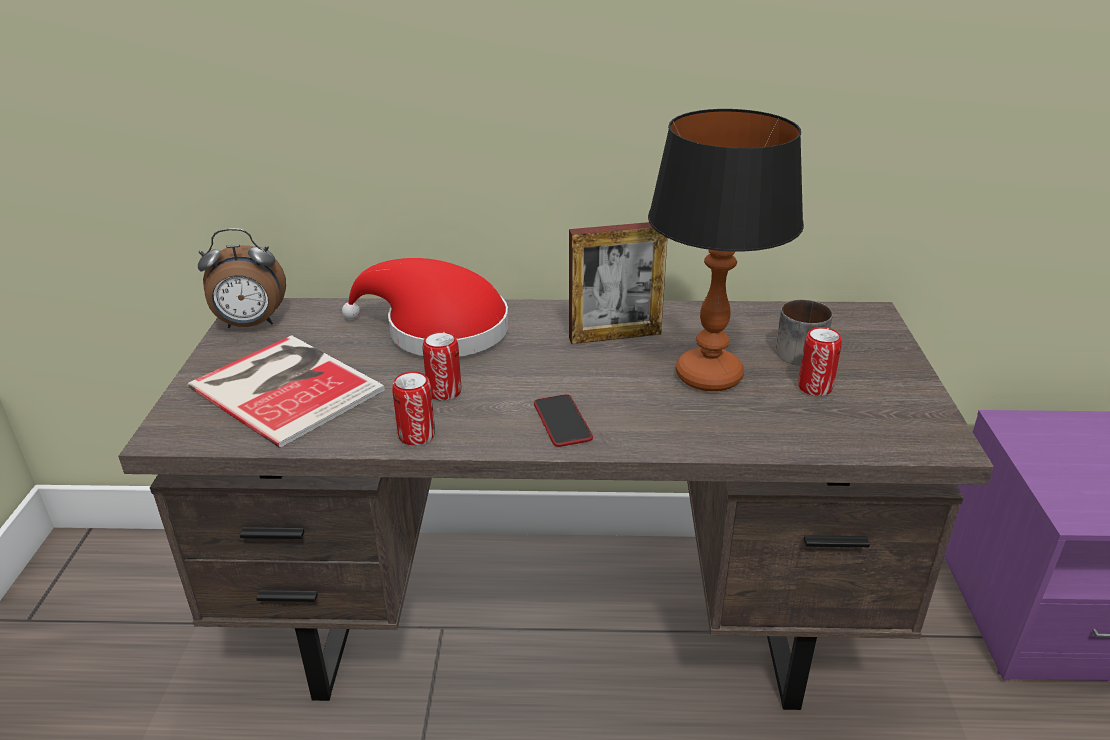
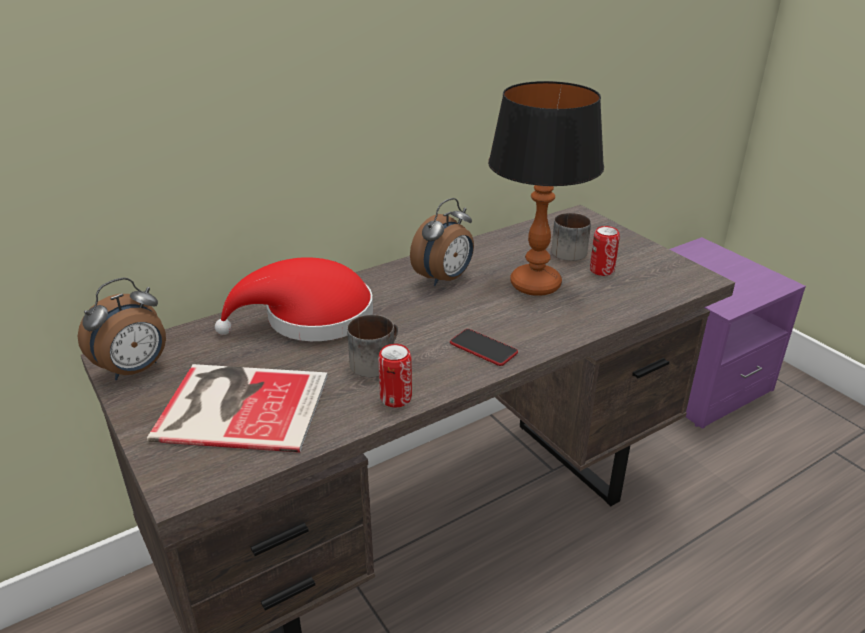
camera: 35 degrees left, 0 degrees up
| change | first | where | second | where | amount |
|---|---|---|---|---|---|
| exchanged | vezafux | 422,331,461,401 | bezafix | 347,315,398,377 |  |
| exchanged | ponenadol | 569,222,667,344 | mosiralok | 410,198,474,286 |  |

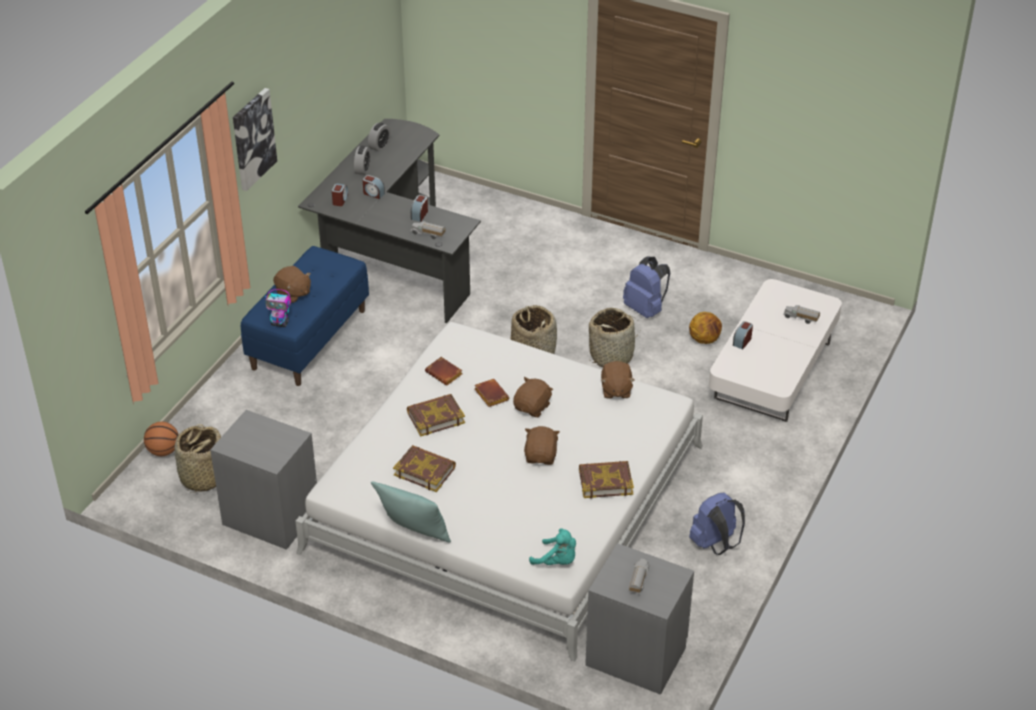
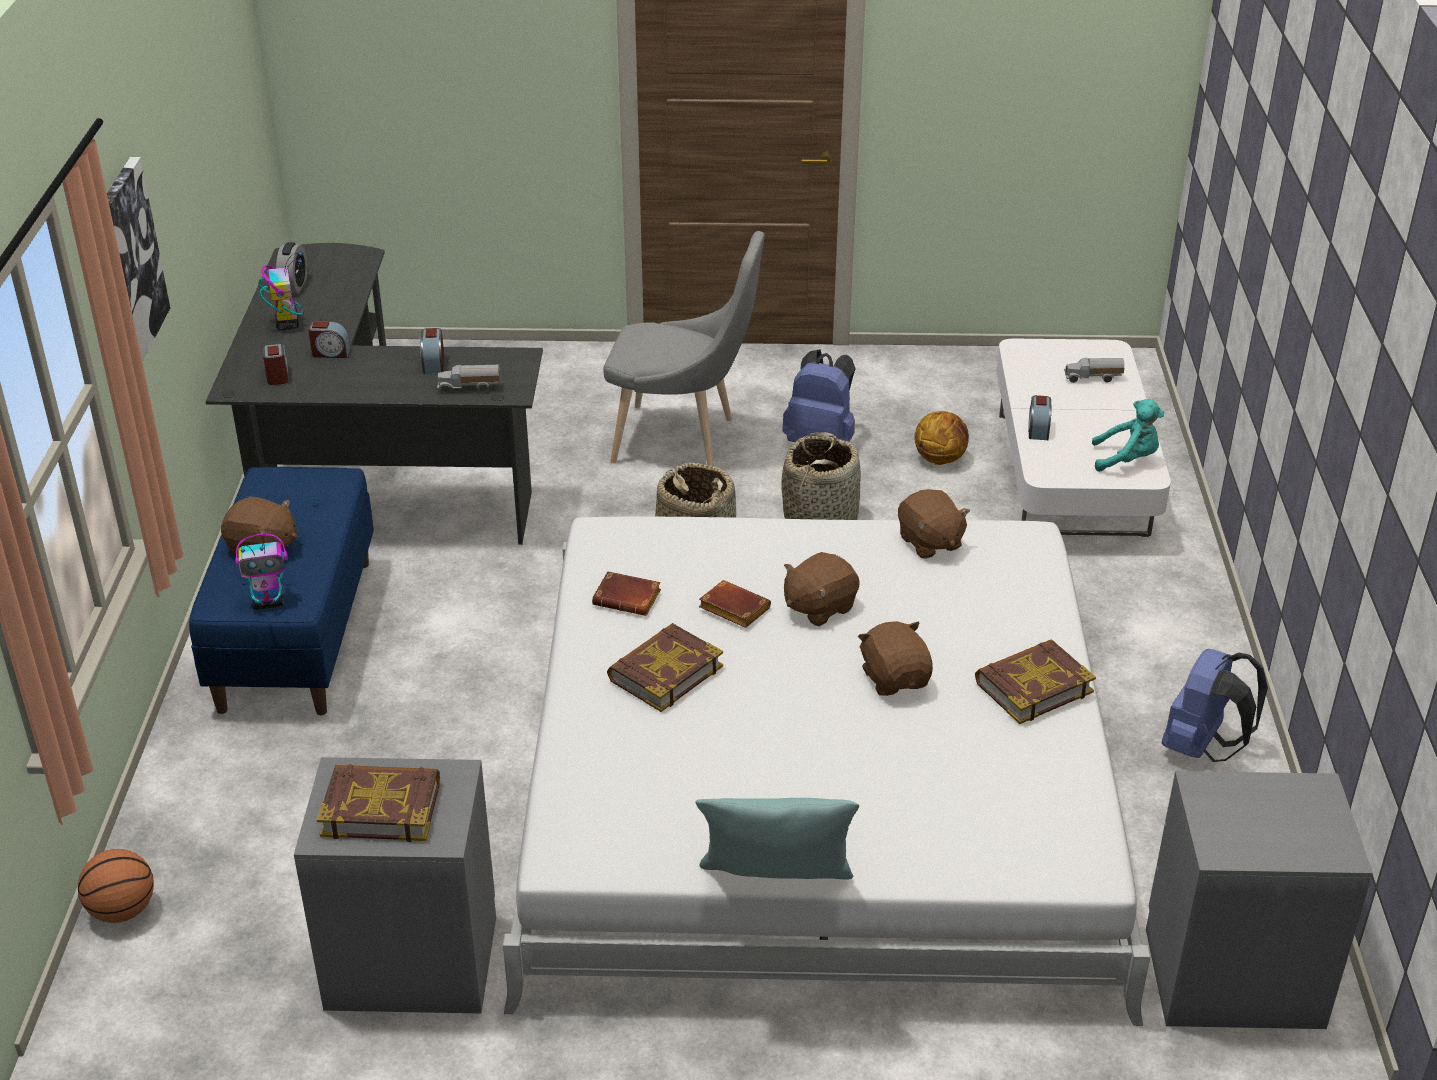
camera: 25 degrees left, 5 degrees down
| change | first | where | second | where | amount |
|---|---|---|---|---|---|
| missing | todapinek | 174,424,221,493 |  |  |  |
| exchanged | mosiralok | 354,146,371,175 | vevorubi | 258,252,304,330 |  |
| relocated | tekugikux | 393,445,456,492 |  | 317,764,440,842 |  |
| spun | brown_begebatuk | 513,377,553,417 |  | 784,552,860,626 | 135 degrees counterclockwise |
| relocated | turquoise_begebatuk | 529,528,576,565 |  | 1092,399,1164,472 |  |
| missing | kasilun | 629,559,650,594 |  |  |  |
| appeared |  |  | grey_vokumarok | 603,231,765,466 |  |

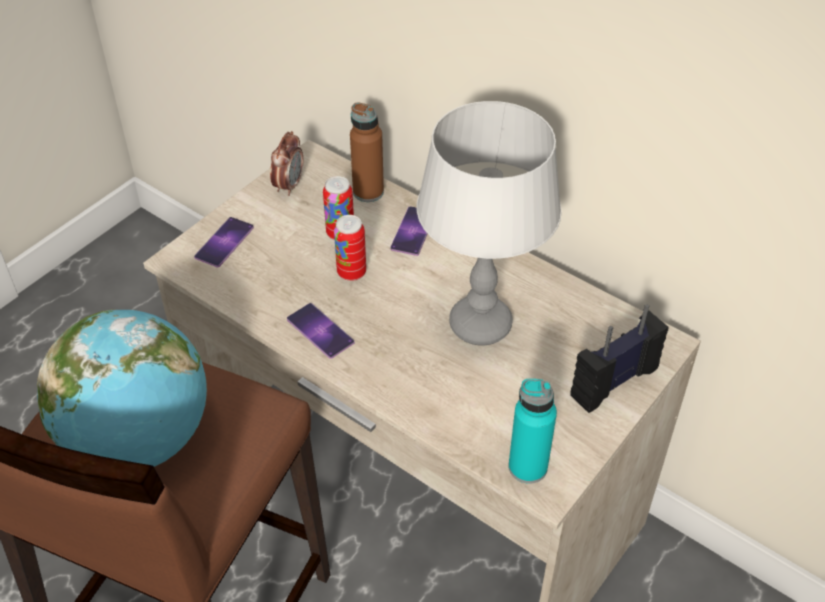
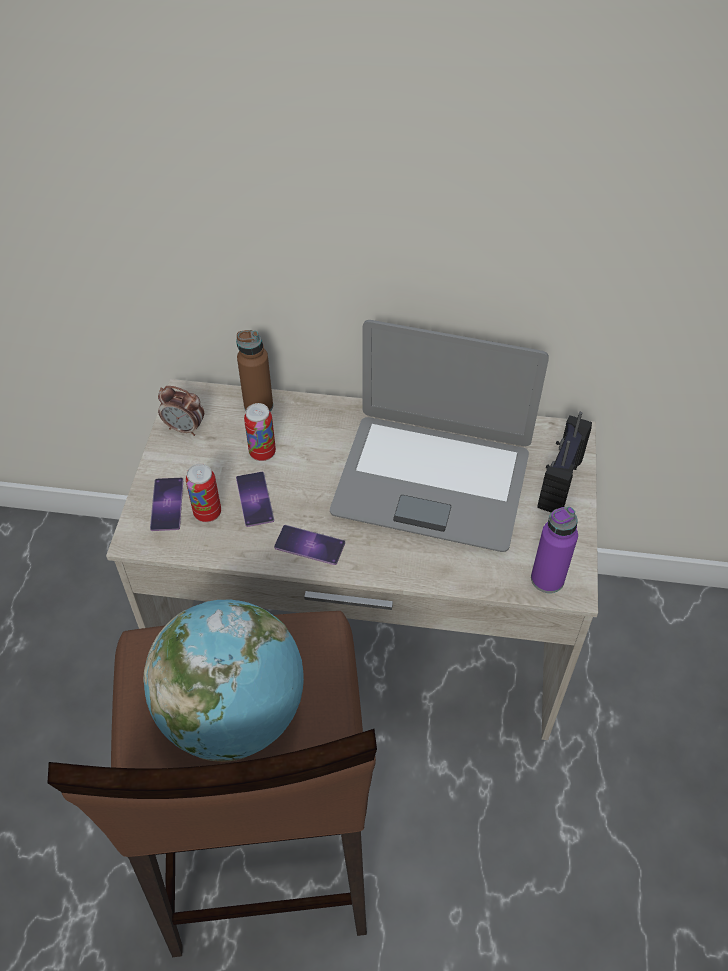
camera: 30 degrees left, 5 degrees up
| change | first | where | second | where | amount |
|---|---|---|---|---|---|
| spun | mosiralok | 270,131,304,196 |  | 158,386,204,436 | 120 degrees clockwise |
| relocated | vezafux | 334,215,366,281 |  | 186,464,221,522 |  |
| relocated | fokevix | 390,206,427,256 |  | 236,472,274,527 |  |
| exchanged | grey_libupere | 417,101,562,345 | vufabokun | 330,320,549,552 |  |
| colour | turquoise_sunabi | 508,379,557,484 | purple_sunabi | 531,507,578,593 |  |

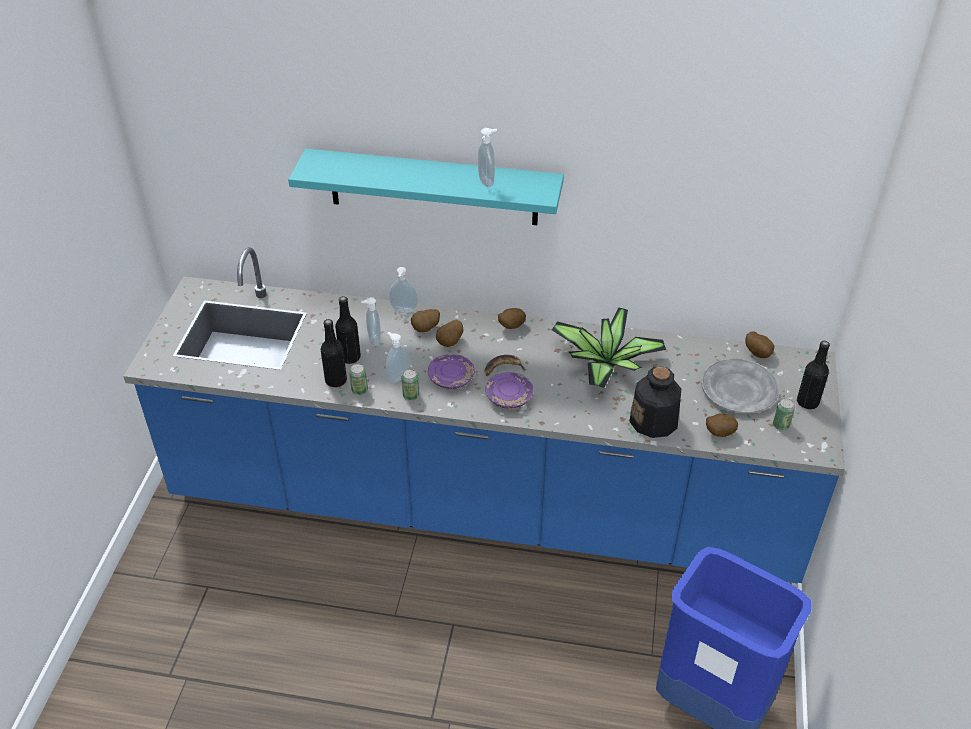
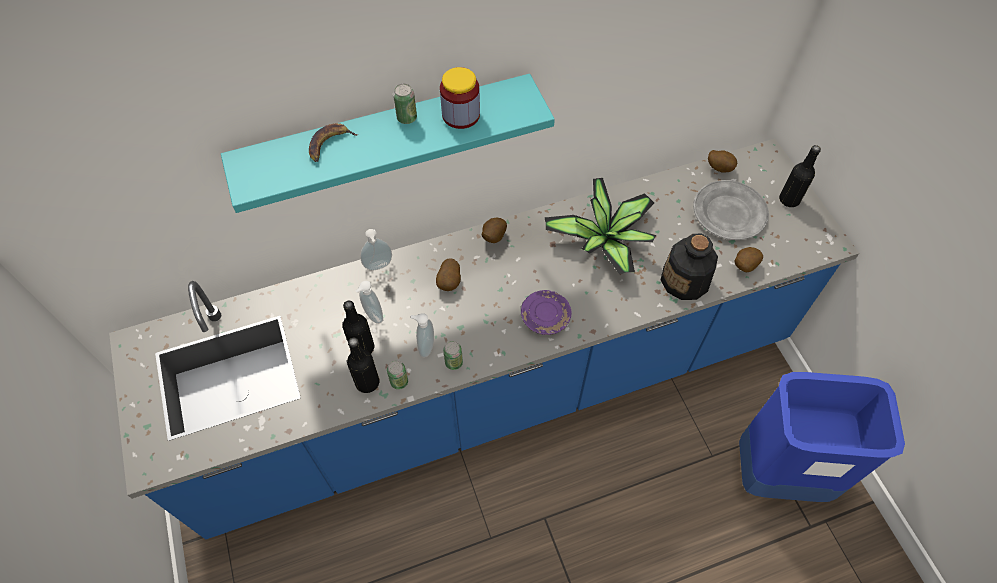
camera: 30 degrees left, 15 degrees up
| change | first | where | second | where | amount |
|---|---|---|---|---|---|
| missing | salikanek | 411,309,440,332 |  |  |  |
| missing | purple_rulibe | 428,354,475,389 |  |  |  |
| exchanged | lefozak | 478,128,497,187 | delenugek | 440,67,480,129 |  |
| relocated | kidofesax | 485,355,526,376 |  | 309,123,359,162 |  |
| relocated | vezafux | 773,398,795,430 |  | 393,84,417,124 |  |

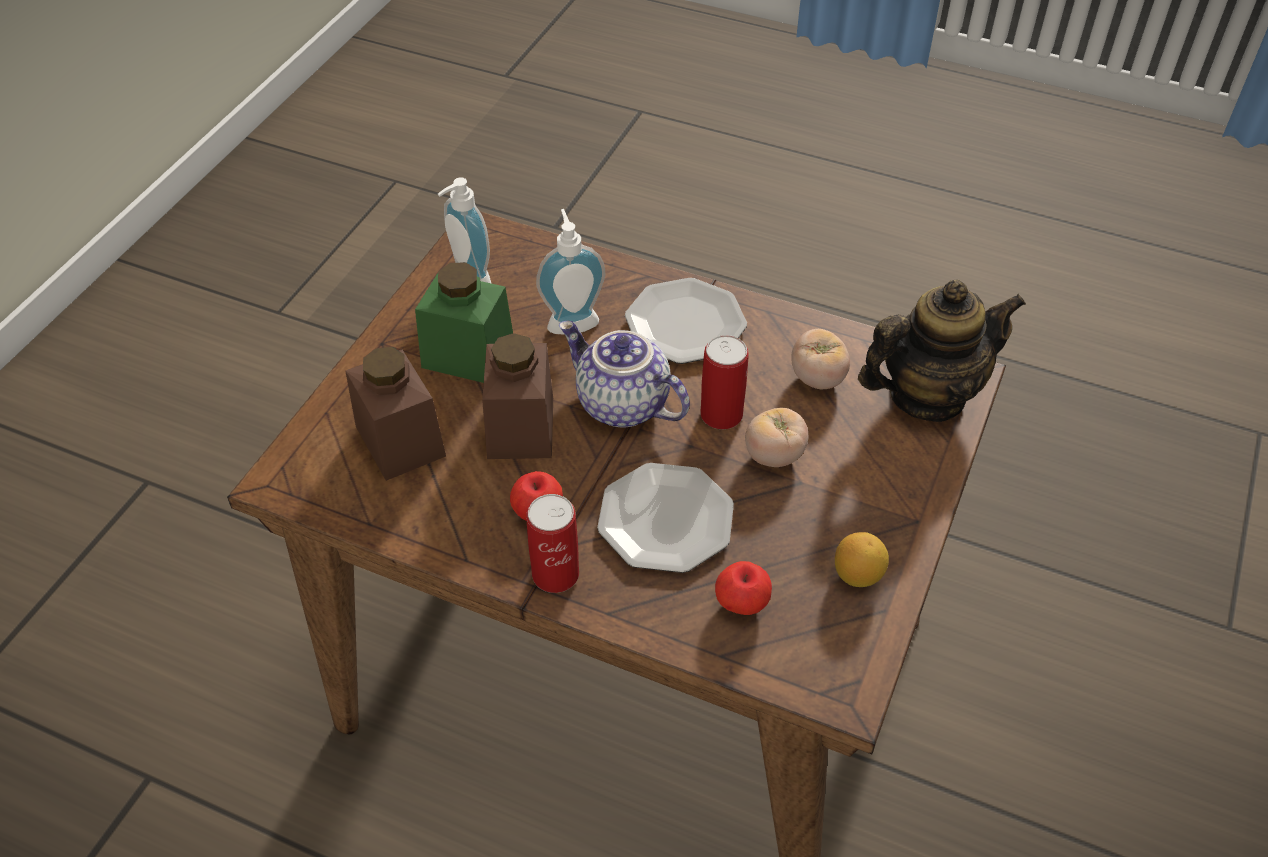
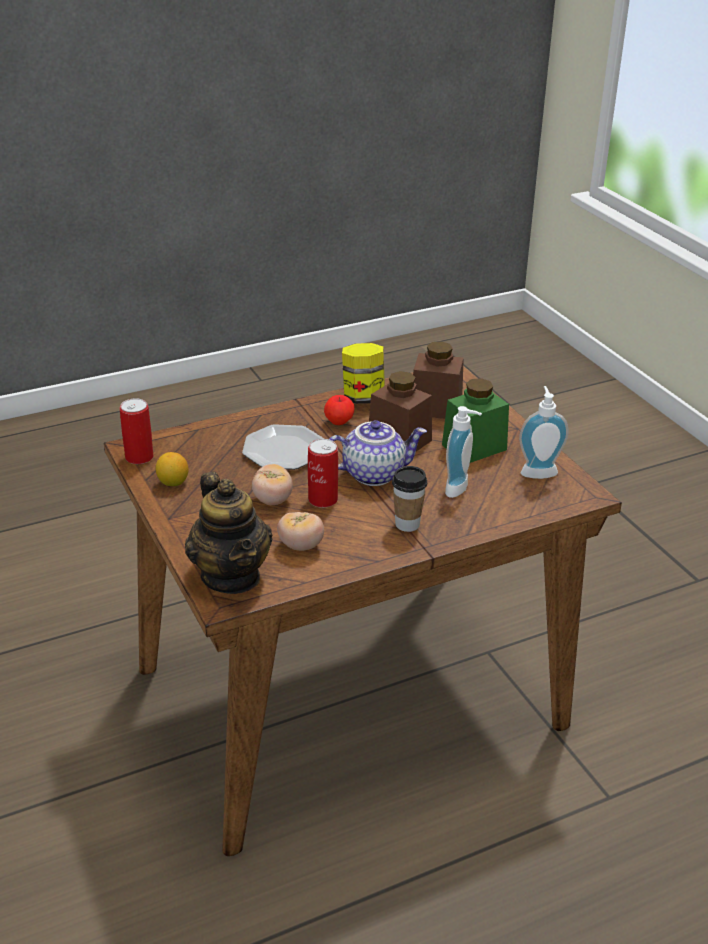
camera: 130 degrees right, 15 degrees down
| change | first | where | second | where | amount |
|---|---|---|---|---|---|
| relocated | vezafux | 526,494,579,593 |  | 120,398,154,464 |  |
| exchanged | rulibe | 625,278,747,364 | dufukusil | 392,466,427,532 |  |
| missing | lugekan | 715,561,772,615 |  |  |  |
| spun | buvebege | 858,279,1026,422 |  | 185,472,273,594 | 45 degrees counterclockwise |
| appeared |  |  | delenugek | 342,343,385,404 |  |

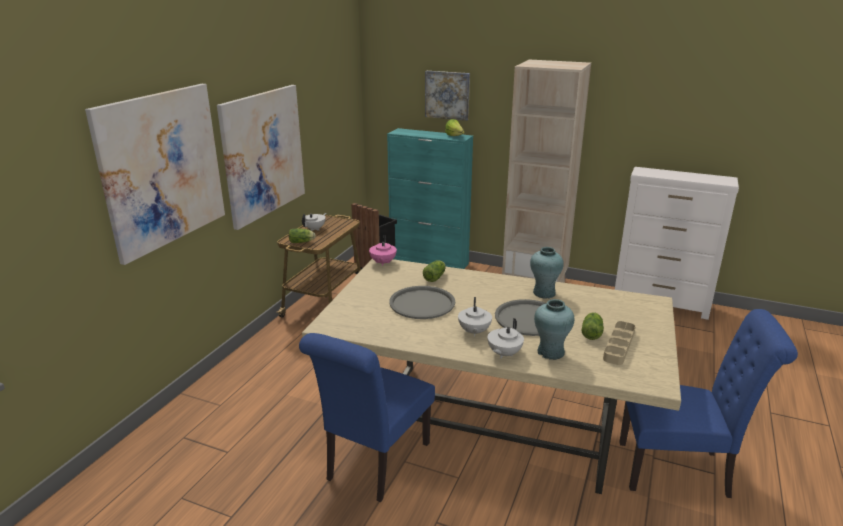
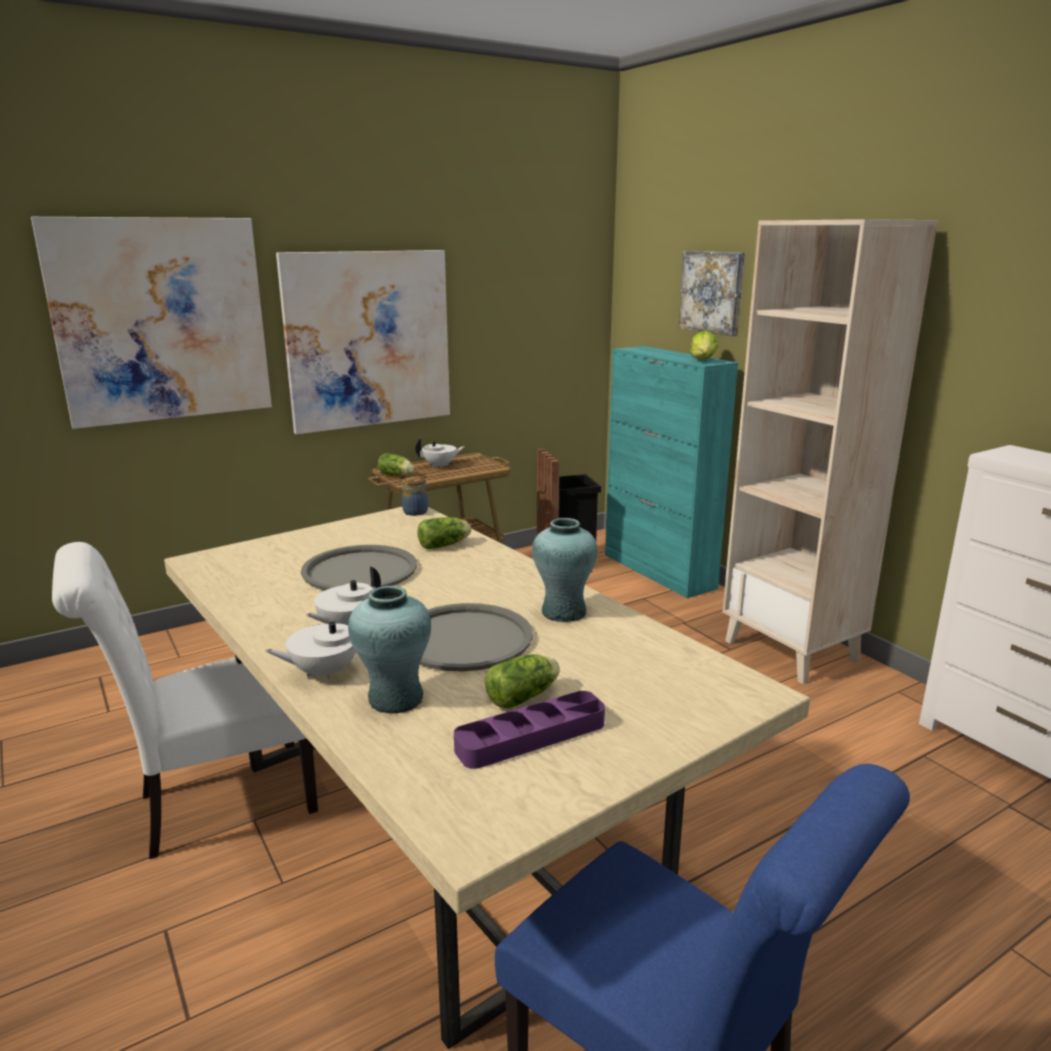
camera: 35 degrees right, 5 degrees down
| change | first | where | second | where | amount |
|---|---|---|---|---|---|
| colour | blue_vokumarok | 299,333,435,502 | white_vokumarok | 52,542,318,859 |  |
| exchanged | pink_buvebege | 369,235,397,266 | delenugek | 402,476,428,516 |  |
| colour | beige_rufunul | 603,321,636,365 | purple_rufunul | 454,691,605,769 |  |

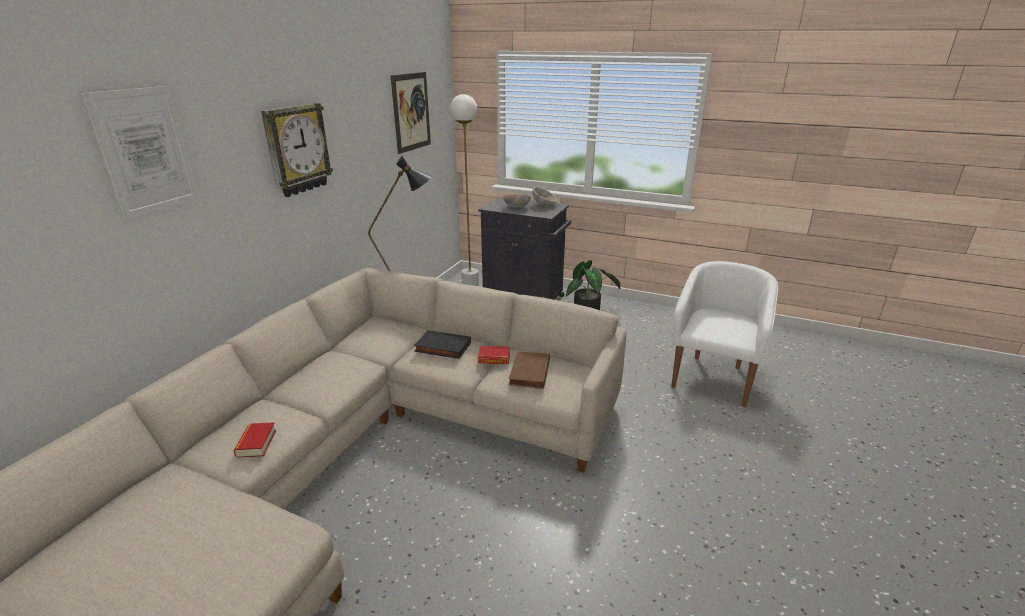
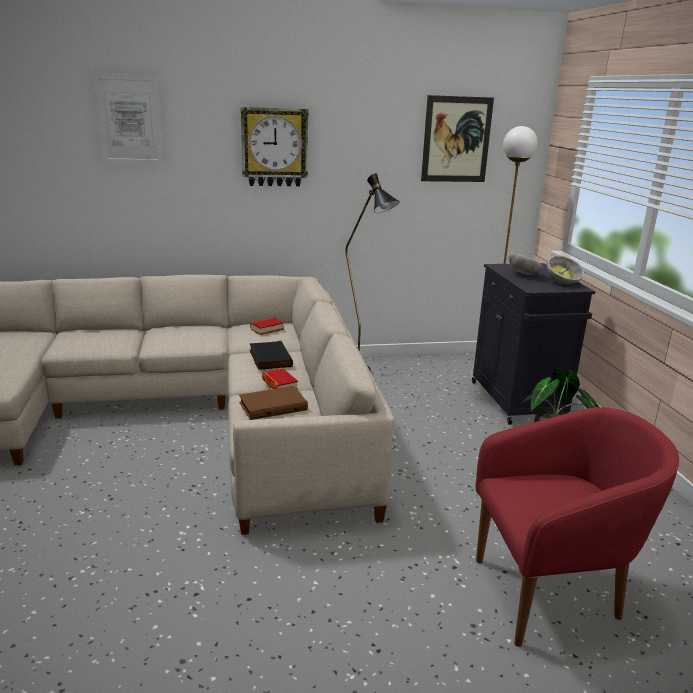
camera: 55 degrees right, 5 degrees down
| change | first | where | second | where | amount |
|---|---|---|---|---|---|
| relocated | tekugikux | 234,422,276,458 |  | 250,318,284,335 |  |
| colour | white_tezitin | 671,261,778,407 | red_tezitin | 475,407,679,647 |  |

